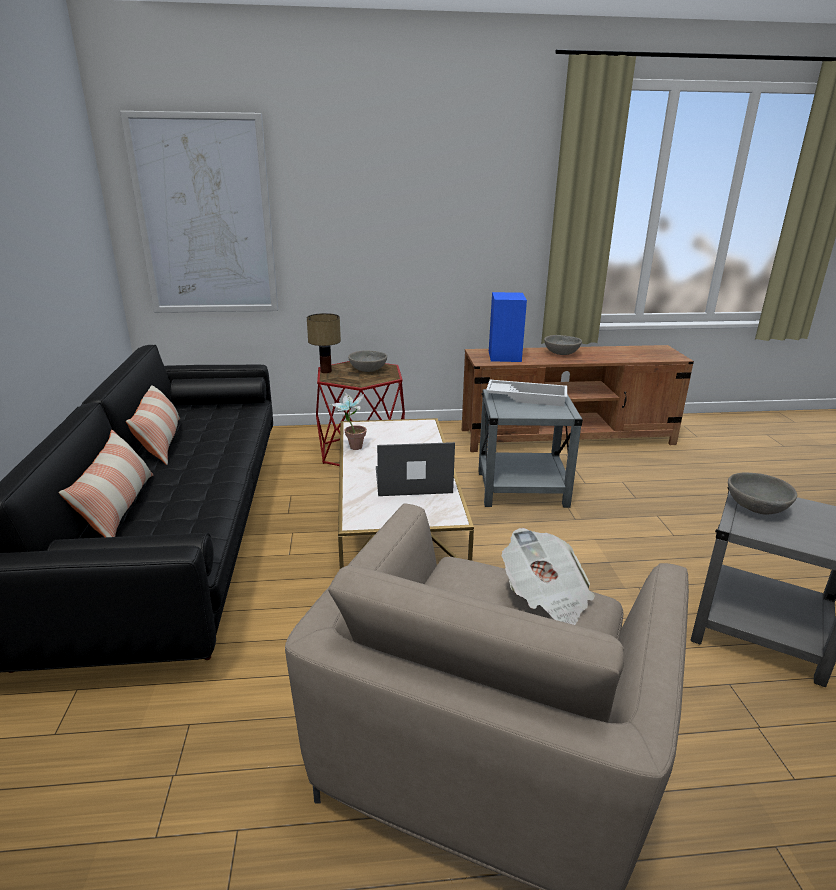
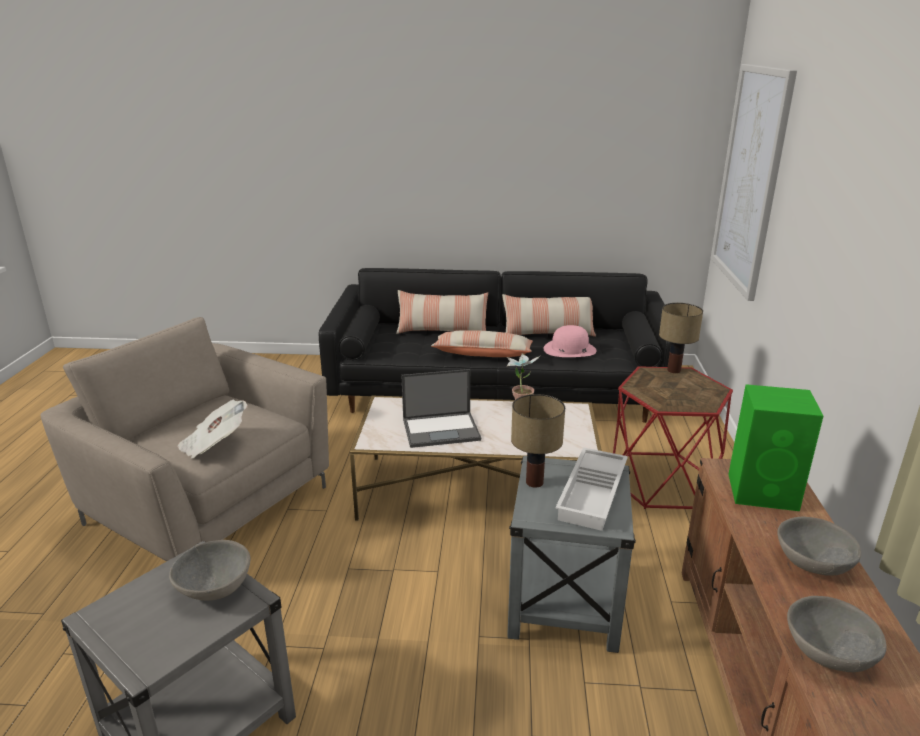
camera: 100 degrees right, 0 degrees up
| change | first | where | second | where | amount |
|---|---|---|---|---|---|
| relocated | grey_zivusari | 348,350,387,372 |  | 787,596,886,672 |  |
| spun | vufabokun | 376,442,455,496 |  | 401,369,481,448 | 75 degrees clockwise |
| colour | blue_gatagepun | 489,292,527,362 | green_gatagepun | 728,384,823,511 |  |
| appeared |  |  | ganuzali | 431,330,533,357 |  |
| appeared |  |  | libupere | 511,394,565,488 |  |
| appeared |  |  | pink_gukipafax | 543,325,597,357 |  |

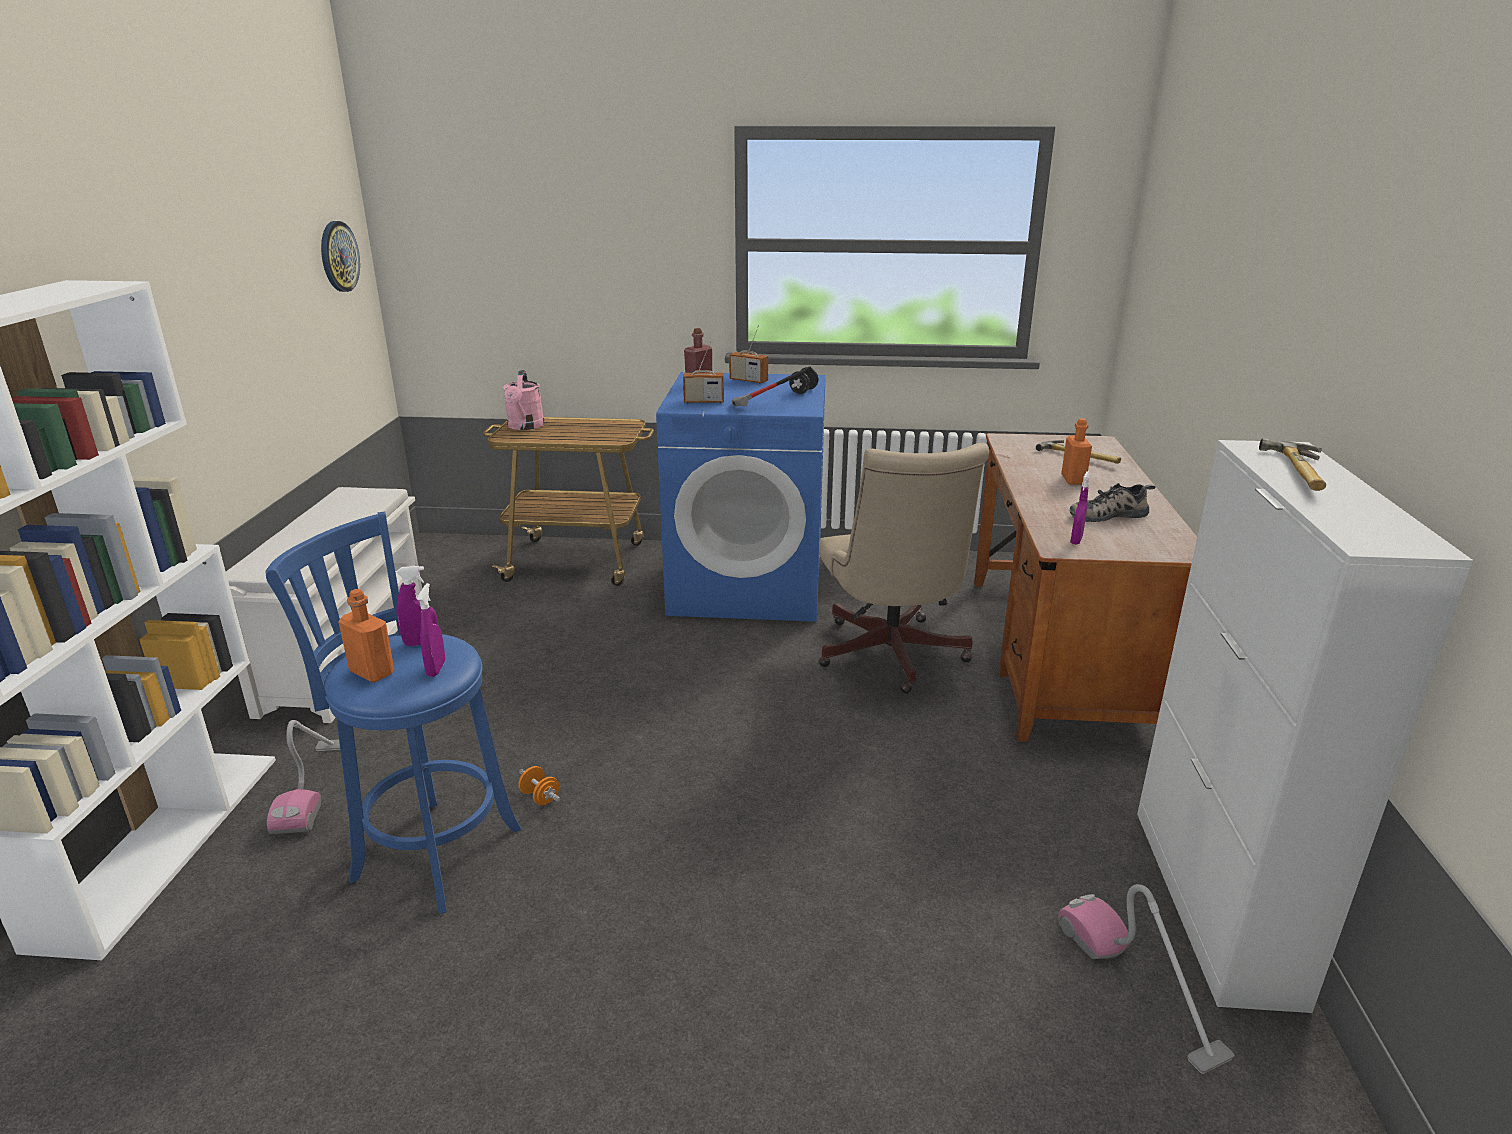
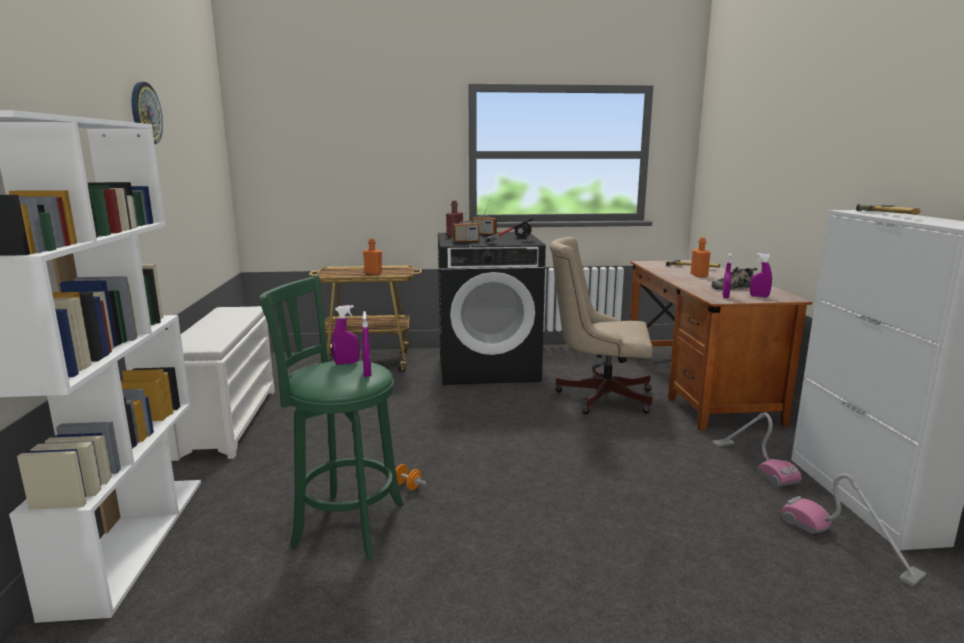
camera: 10 degrees left, 10 degrees down
| change | first | where | second | where | amount |
|---|---|---|---|---|---|
| colour | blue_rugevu | 266,512,521,914 | green_rugevu | 259,275,404,559 |  |
| relocated | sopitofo | 267,720,340,834 |  | 712,412,801,487 |  |
| relocated | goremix | 321,221,360,292 |  | 132,82,163,144 |  |
| relocated | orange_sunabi | 338,589,394,683 |  | 363,238,382,275 |  |
| missing | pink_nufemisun | 503,370,545,430 |  |  |  |
| colour | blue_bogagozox | 656,372,826,622 | black_bogagozox | 438,232,546,385 |  |
| spun | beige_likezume | 819,443,989,693 |  | 549,237,653,414 | 120 degrees clockwise |
| appeared |  |  | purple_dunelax | 750,253,772,297 |  |

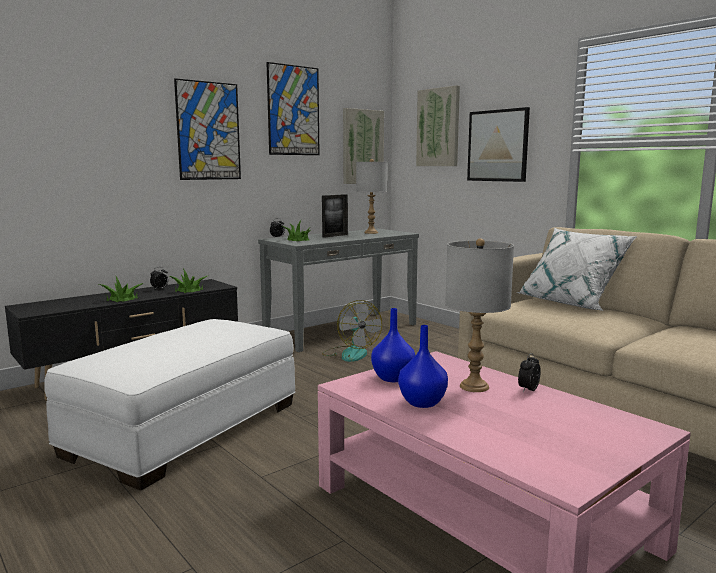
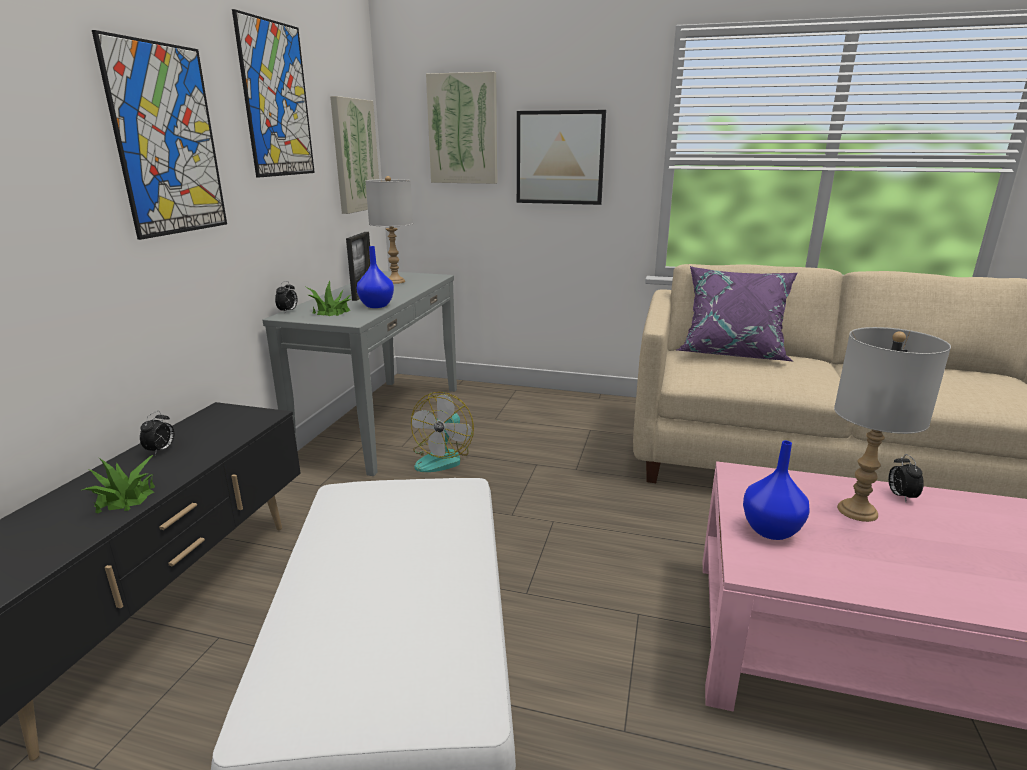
camera: 35 degrees left, 10 degrees up
| change | first | where | second | where | amount |
|---|---|---|---|---|---|
| missing | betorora | 169,268,207,293 |  |  |  |
| spun | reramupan | 322,300,382,362 |  | 411,392,474,472 | 75 degrees clockwise |
| relocated | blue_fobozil | 398,325,448,408 |  | 357,246,394,308 |  |
| colour | white_ganuzali | 517,228,637,311 | purple_ganuzali | 676,266,797,361 |  |

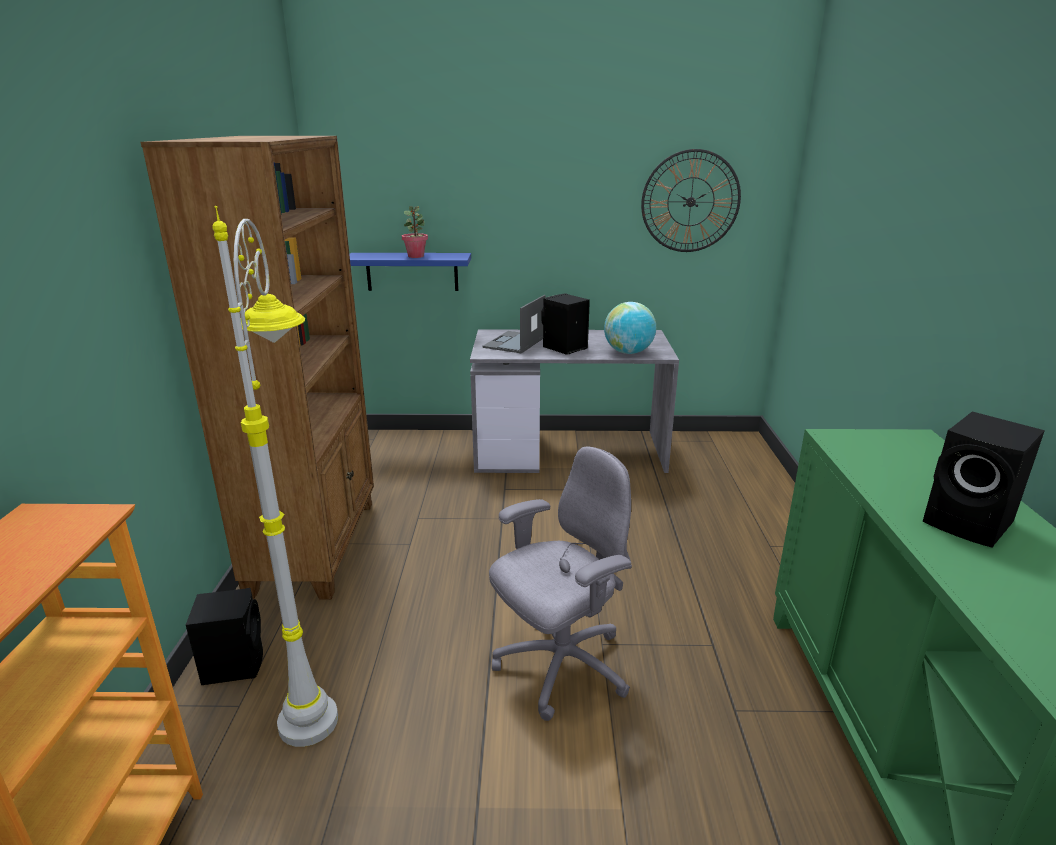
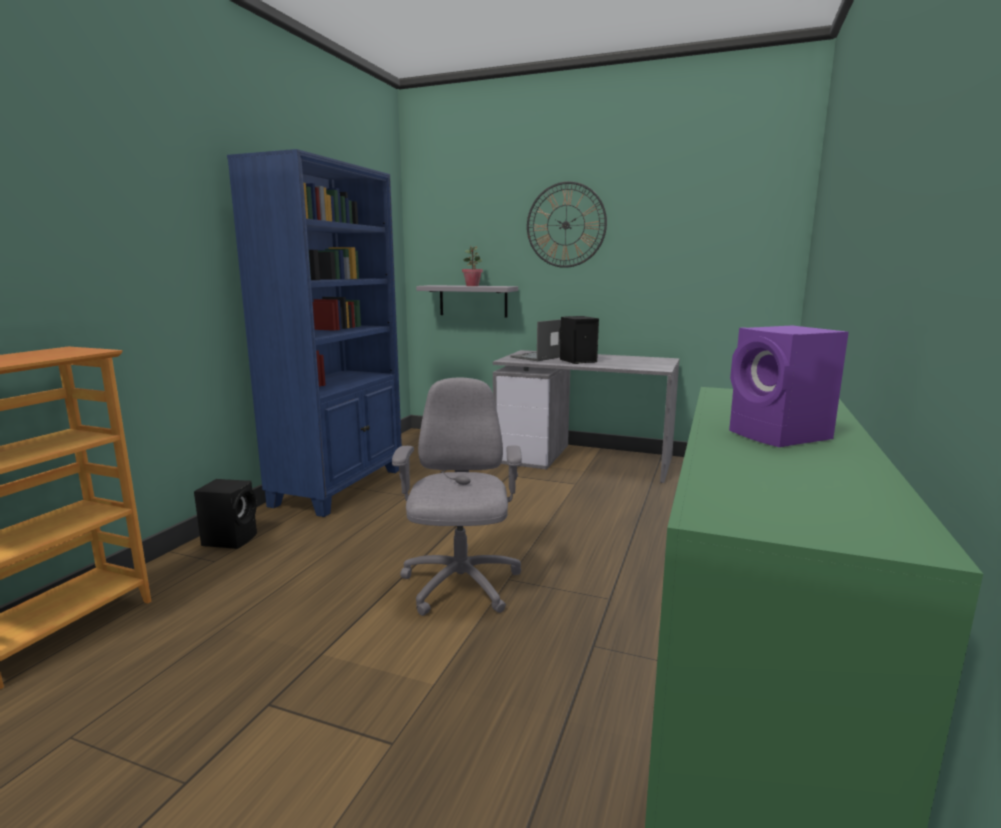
camera: 20 degrees right, 10 degrees down
| change | first | where | second | where | amount |
|---|---|---|---|---|---|
| colour | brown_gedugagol | 141,136,374,600 | blue_gedugagol | 227,149,402,517 |  |
| missing | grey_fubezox | 212,206,338,747 |  |  |  |
| colour | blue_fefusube | 349,253,471,291 | grey_fefusube | 416,285,518,317 |  |
| spun | grey_likezume | 489,447,632,721 |  | 392,378,522,616 | 75 degrees counterclockwise |
| missing | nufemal | 604,302,656,354 |  |  |  |
| relocated | goremix | 641,149,741,252 |  | 527,181,607,268 |  |
| colour | black_gatagepun | 922,411,1045,548 | purple_gatagepun | 729,325,849,447 |  |

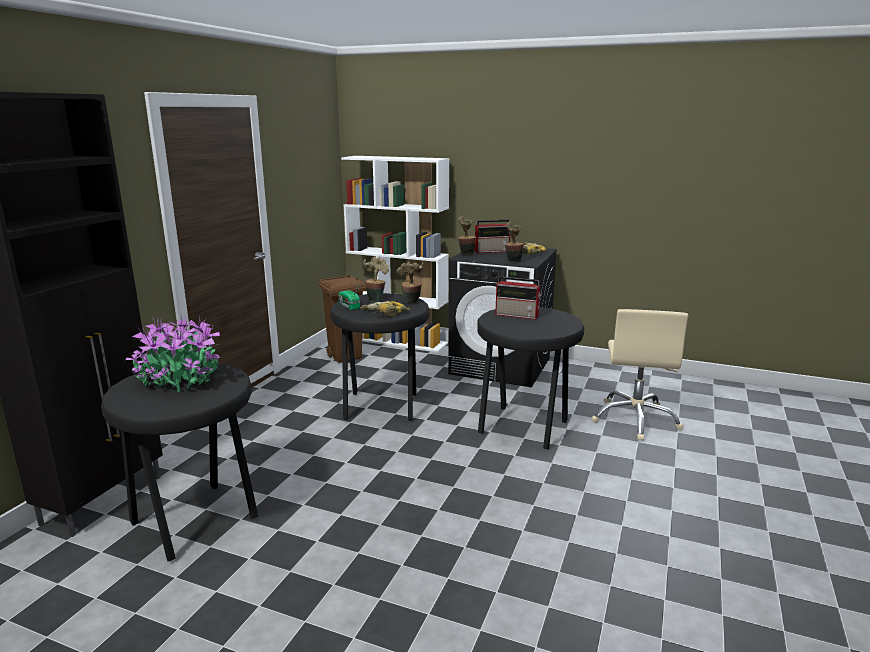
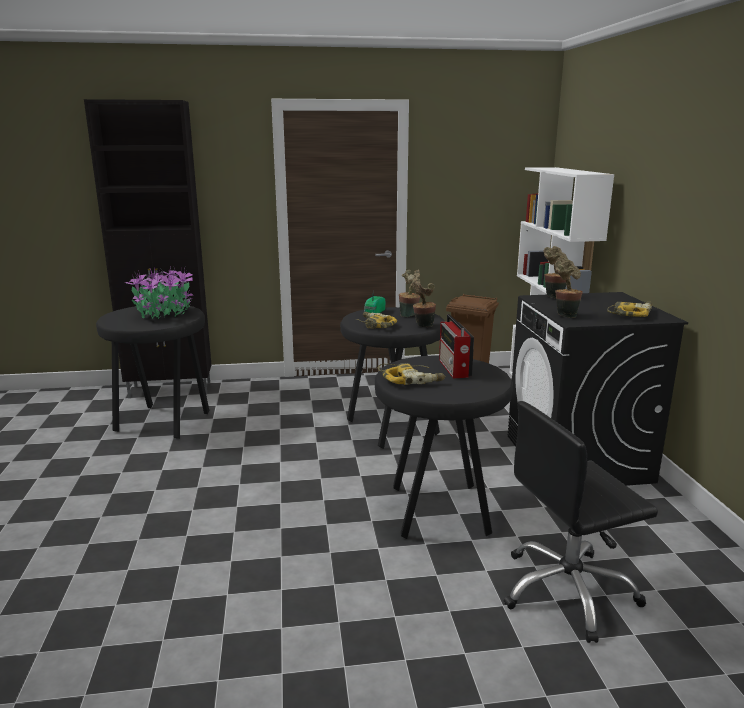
camera: 60 degrees right, 0 degrees up
| change | first | where | second | where | amount |
|---|---|---|---|---|---|
| missing | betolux | 475,220,510,253 |  |  |  |
| colour | beige_likezume | 591,309,688,441 | black_likezume | 504,401,658,643 |  |
| appeared |  |  | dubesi | 377,363,445,385 |  |

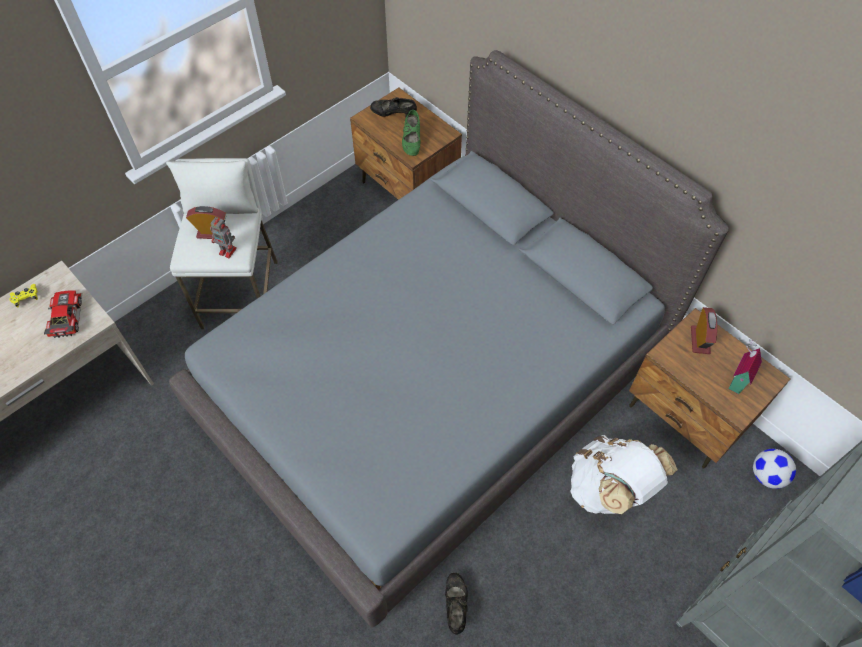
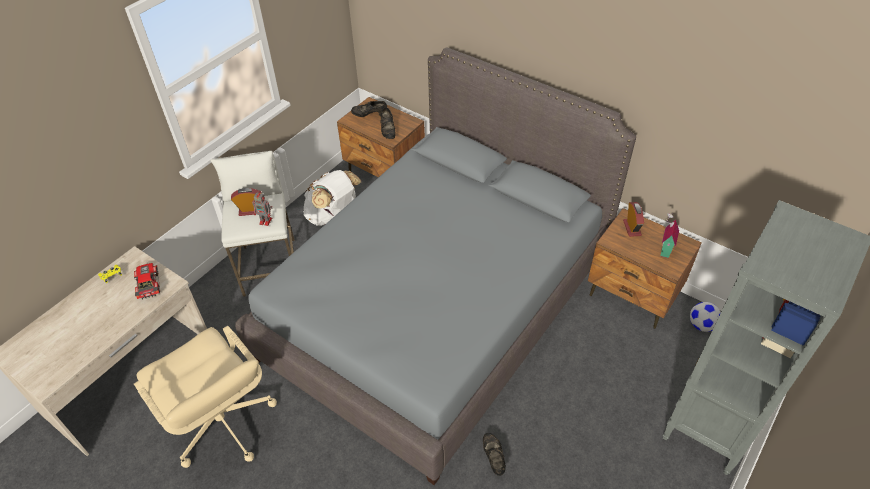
camera: 10 degrees left, 10 degrees down
| change | first | where | second | where | amount |
|---|---|---|---|---|---|
| colour | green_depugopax | 402,110,421,156 | black_depugopax | 380,107,396,139 |  |
| relocated | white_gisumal | 570,435,678,514 |  | 303,170,361,226 |  |
| appeared |  |  | beige_likezume | 134,325,277,468 |  |

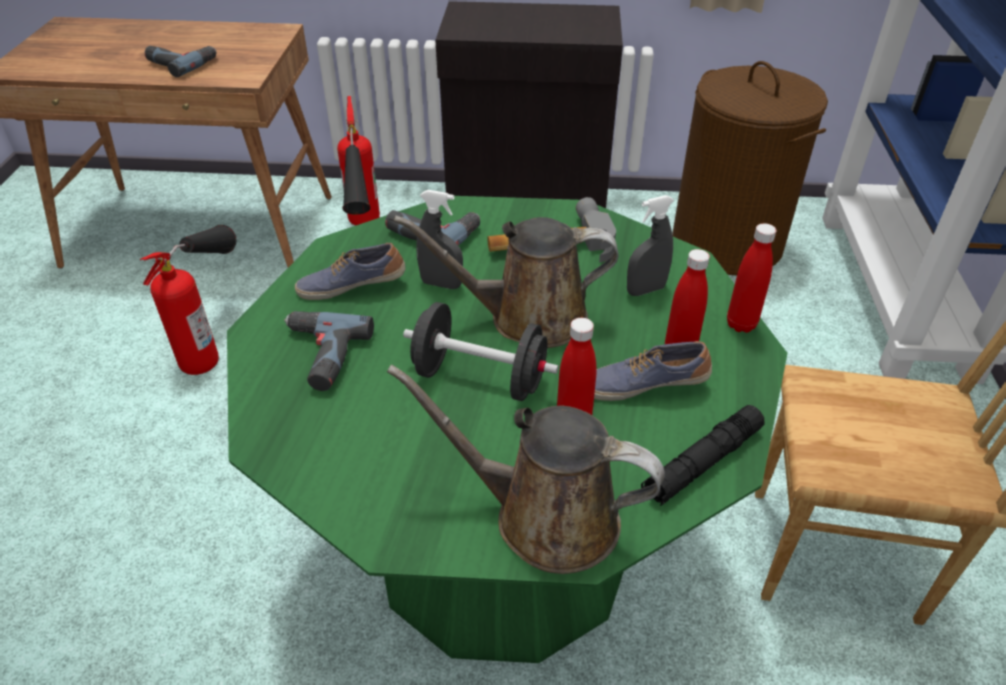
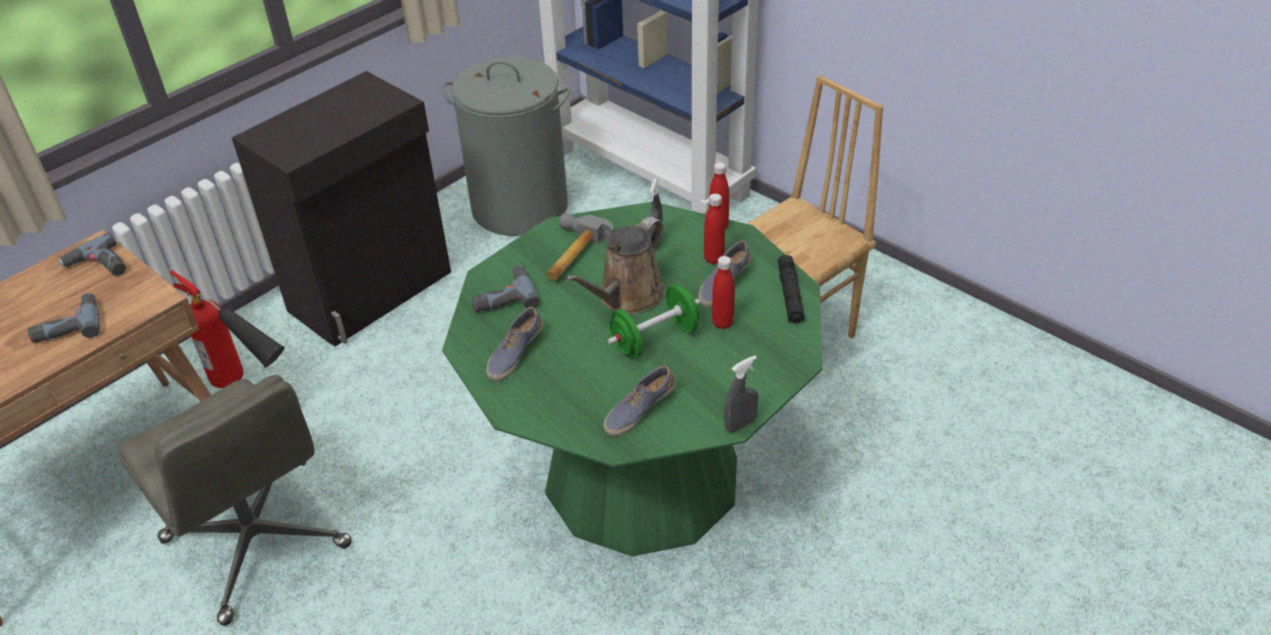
camera: 50 degrees left, 0 degrees up
| change | first | where | second | where | amount |
|---|---|---|---|---|---|
| exchanged | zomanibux | 140,225,236,375 | grey_likezume | 118,375,352,626 |  |
| relocated | dubesi | 284,311,374,391 |  | 58,232,126,276 |  |
| missing | brown_nufemisun | 387,364,665,574 |  |  |  |
| colour | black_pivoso | 403,302,559,401 | green_pivoso | 607,285,700,358 |  |
| relocated | grey_dunelax | 417,190,463,289 |  | 724,356,758,432 |  |
| colour | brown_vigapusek | 673,61,828,275 | grey_vigapusek | 442,57,571,236 |  |
| appeared |  |  | depugopax | 603,366,676,436 |  |

